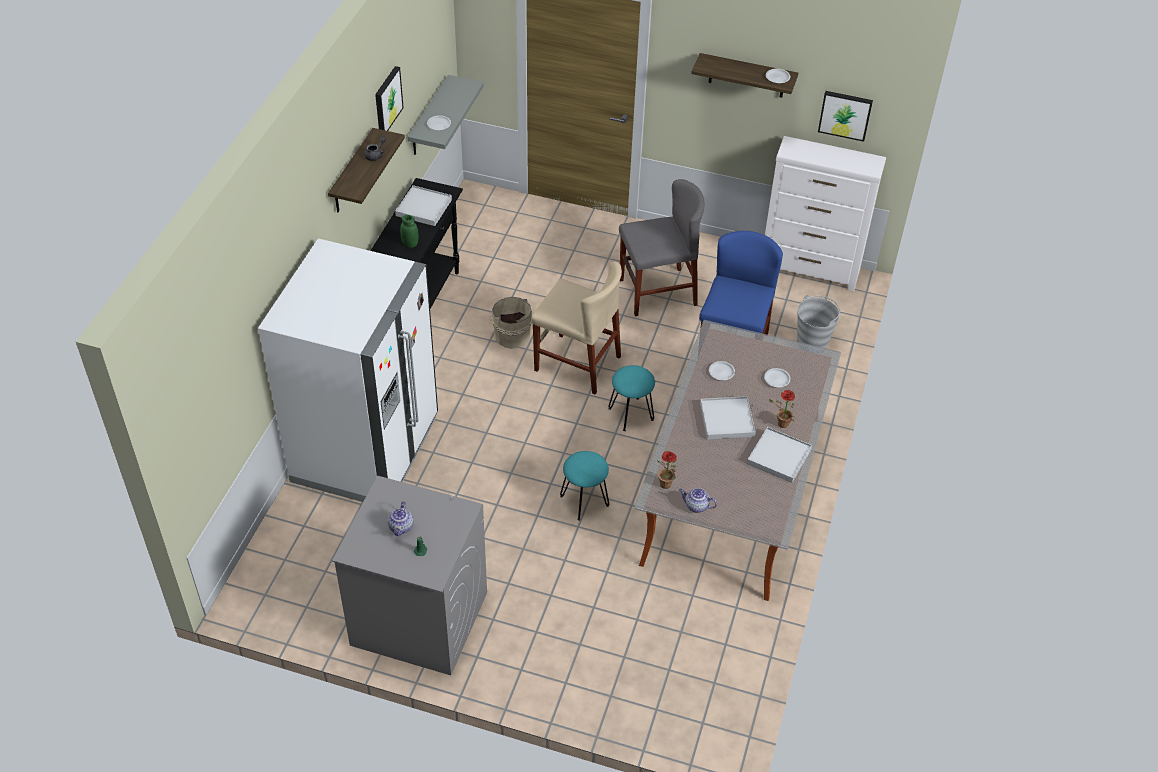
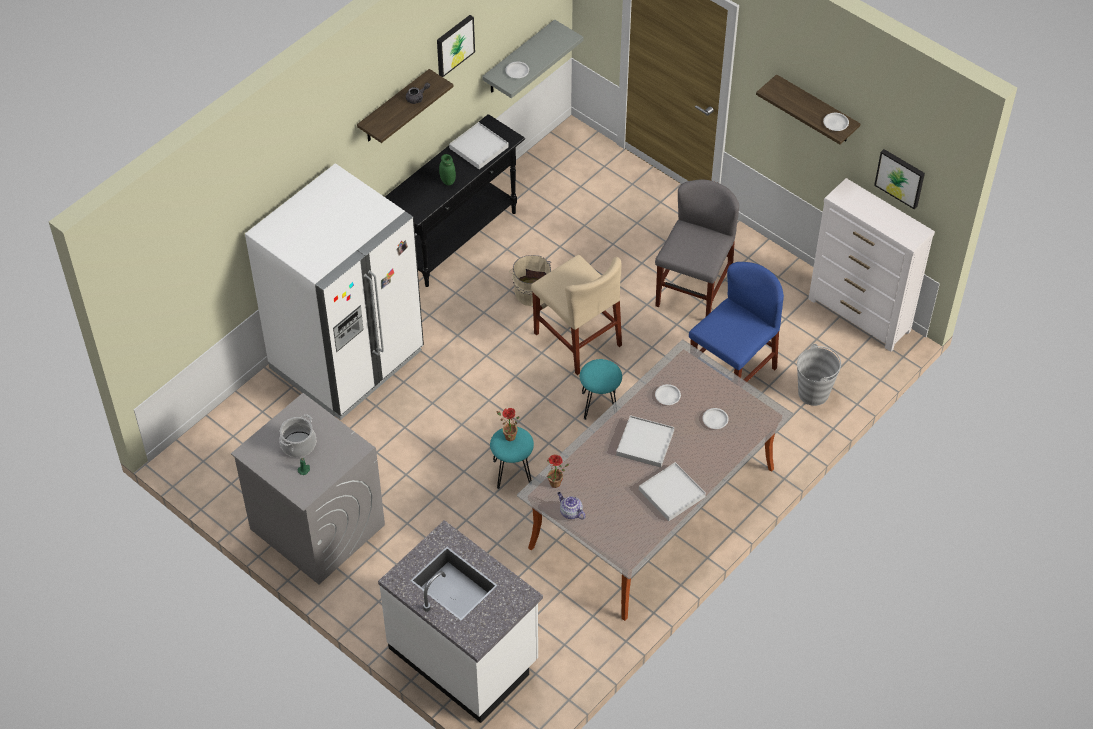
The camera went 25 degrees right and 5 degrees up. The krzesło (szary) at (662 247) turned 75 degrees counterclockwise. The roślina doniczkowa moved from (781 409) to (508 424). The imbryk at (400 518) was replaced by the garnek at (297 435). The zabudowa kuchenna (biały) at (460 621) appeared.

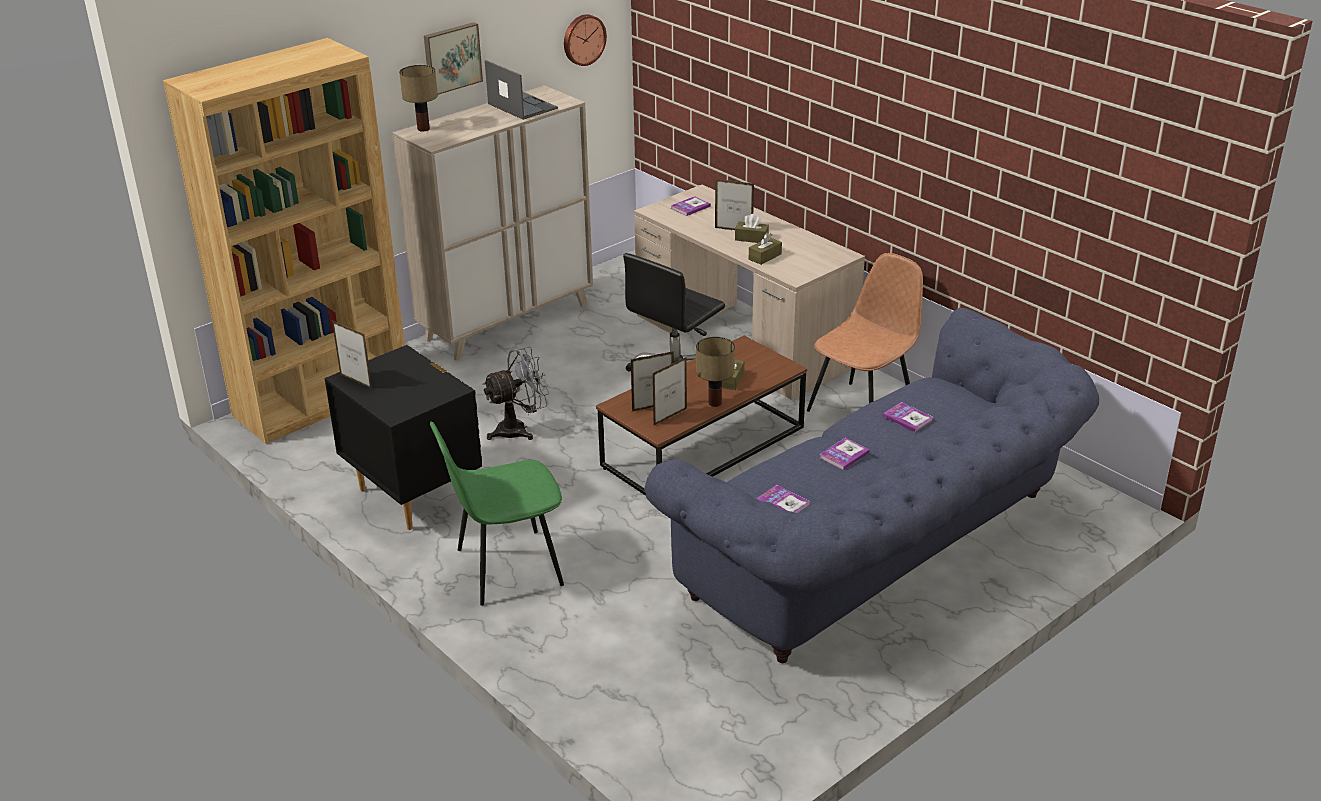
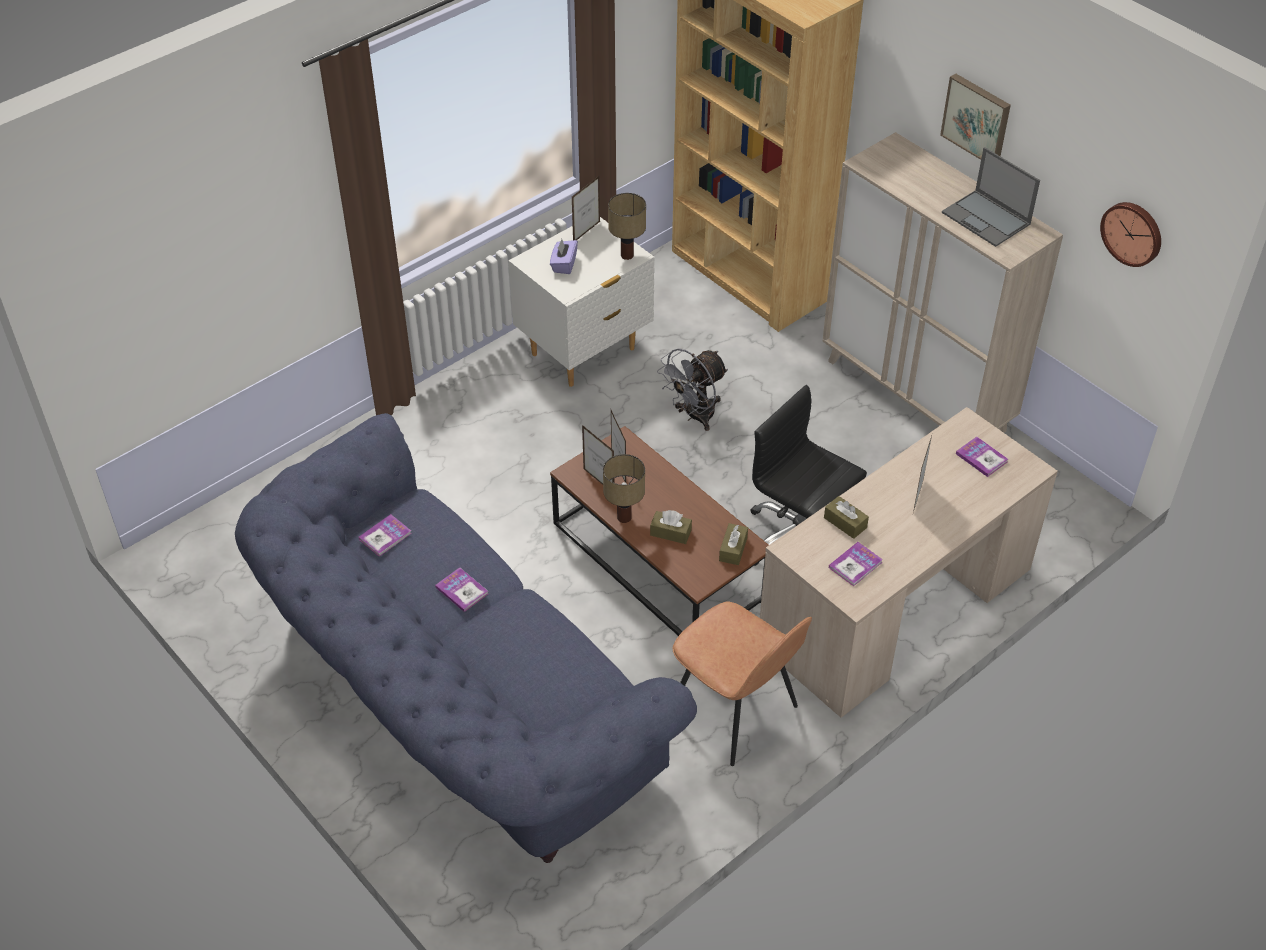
The camera went 90 degrees right and 15 degrees up. The laptop at (521 90) turned 90 degrees clockwise. The lampa stołowa moved from (418 98) to (627 226). The pudełko chusteczek (brązowy) moved from (752 228) to (733 544). The szafka nocna (czarny) at (403 437) became the szafka nocna (biały) at (582 302). The wentylator (szary) at (516 393) turned 75 degrees clockwise. The książka moved from (908 417) to (856 564). The krzesło (zielony) at (497 513) disappeared. The pudełko chusteczek (fioletowy) at (564 256) appeared.

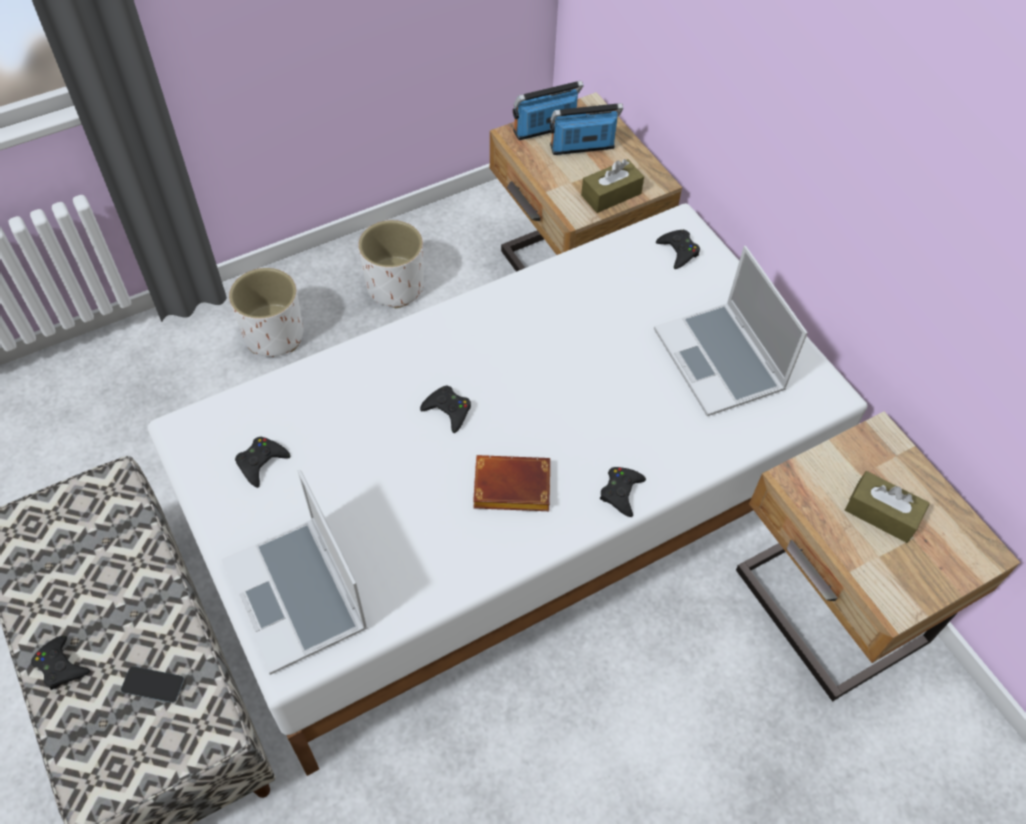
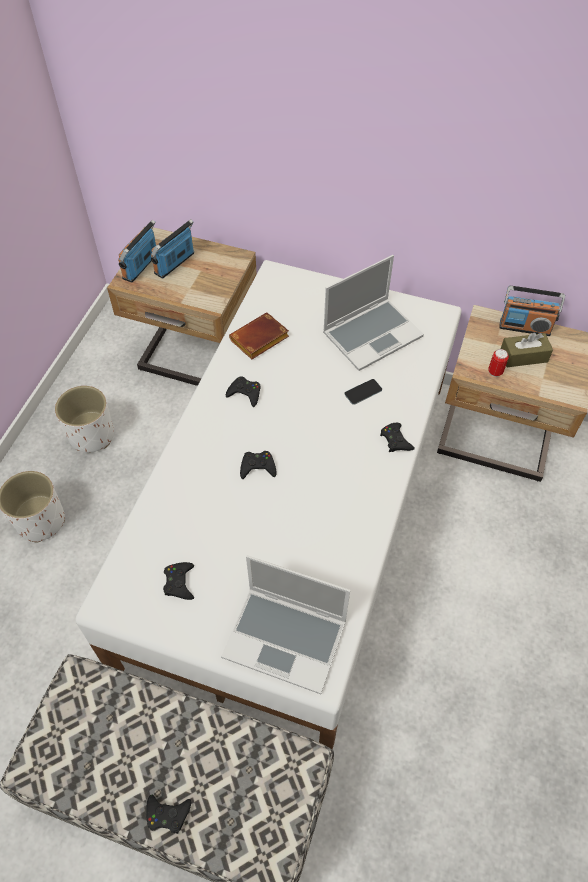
The camera went 40 degrees left and 0 degrees up. The pudełko chusteczek (brązowy) at (612 186) disappeared. The pad do gier (czarny) moved from (678 249) to (243 391). The laptop at (731 331) turned 60 degrees counterclockwise. The książka (brązowy) moved from (511 483) to (259 335). The telefon moved from (152 684) to (363 392). The radio at (532 310) appeared. The puszka at (498 363) appeared.

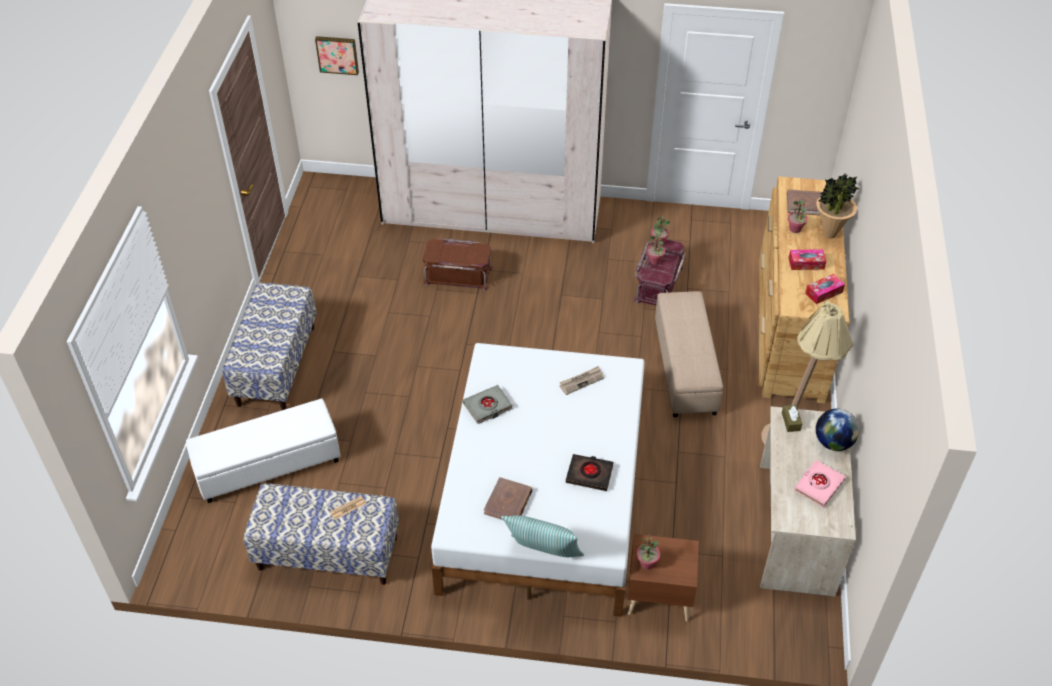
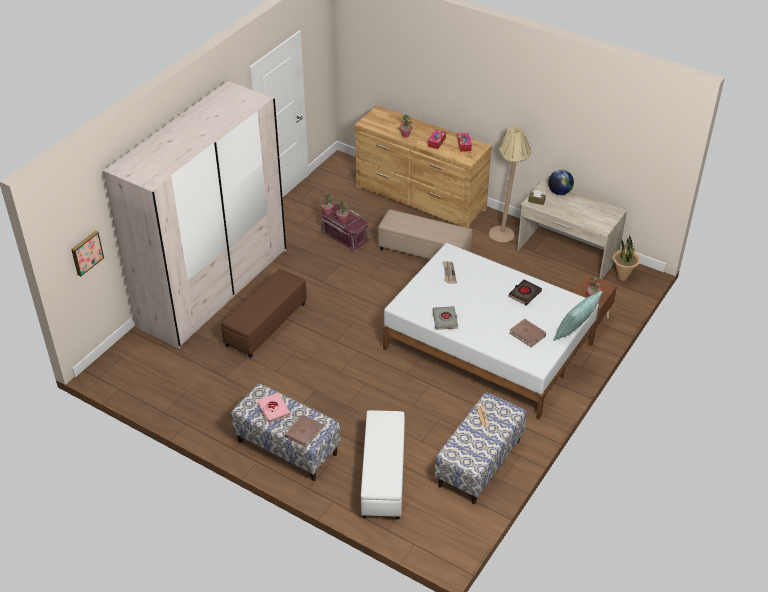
The camera went 65 degrees left and 5 degrees down. The roślina doniczkowa moved from (837 205) to (626 258). The książka (brązowy) moved from (804 202) to (304 431). The pojemnik do przechowywania (brązowy) at (458 265) was replaced by the pufa (brązowy) at (264 313). The książka (różowy) moved from (820 483) to (274 408).

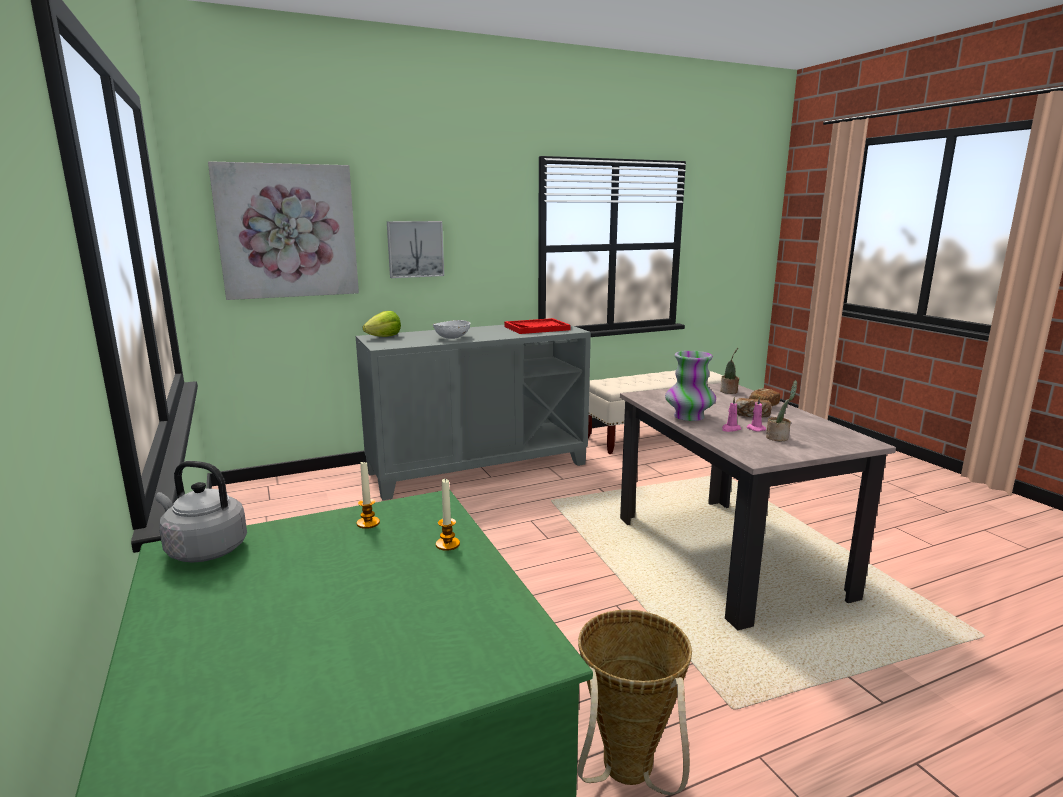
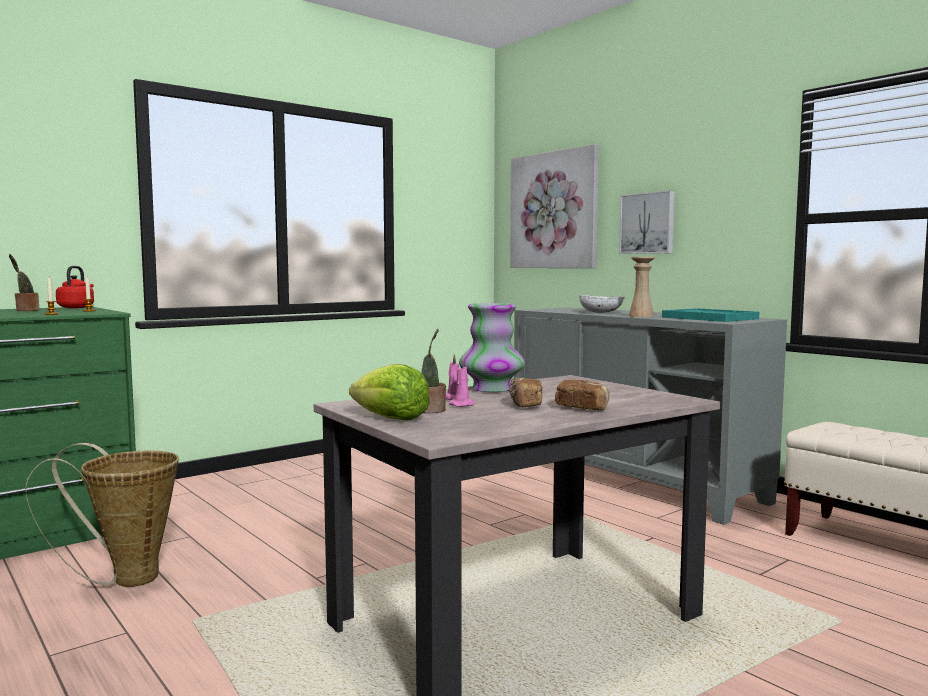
The camera went 75 degrees right and 10 degrees down. The sałata moved from (382 324) to (389 392). The taca (czerwony) at (537 326) became the taca (turkusowy) at (710 315). The roślina doniczkowa moved from (729 371) to (24 282). The czajnik (szary) at (201 512) became the czajnik (czerwony) at (75 287). The wazon (beżowy) at (642 287) appeared.

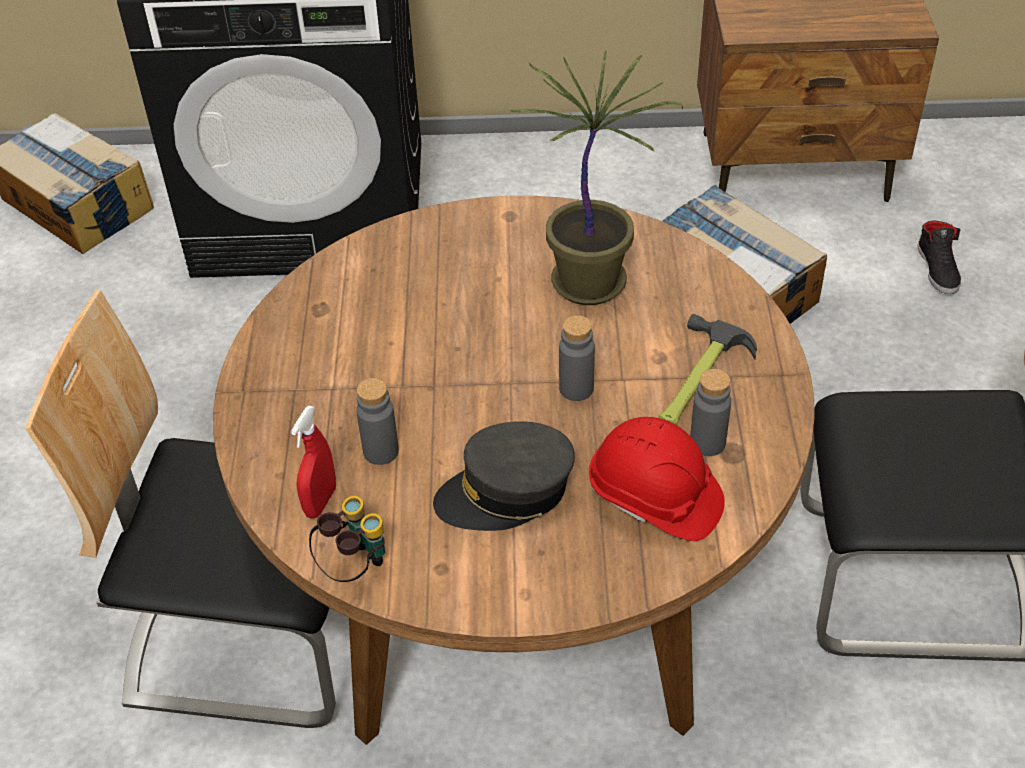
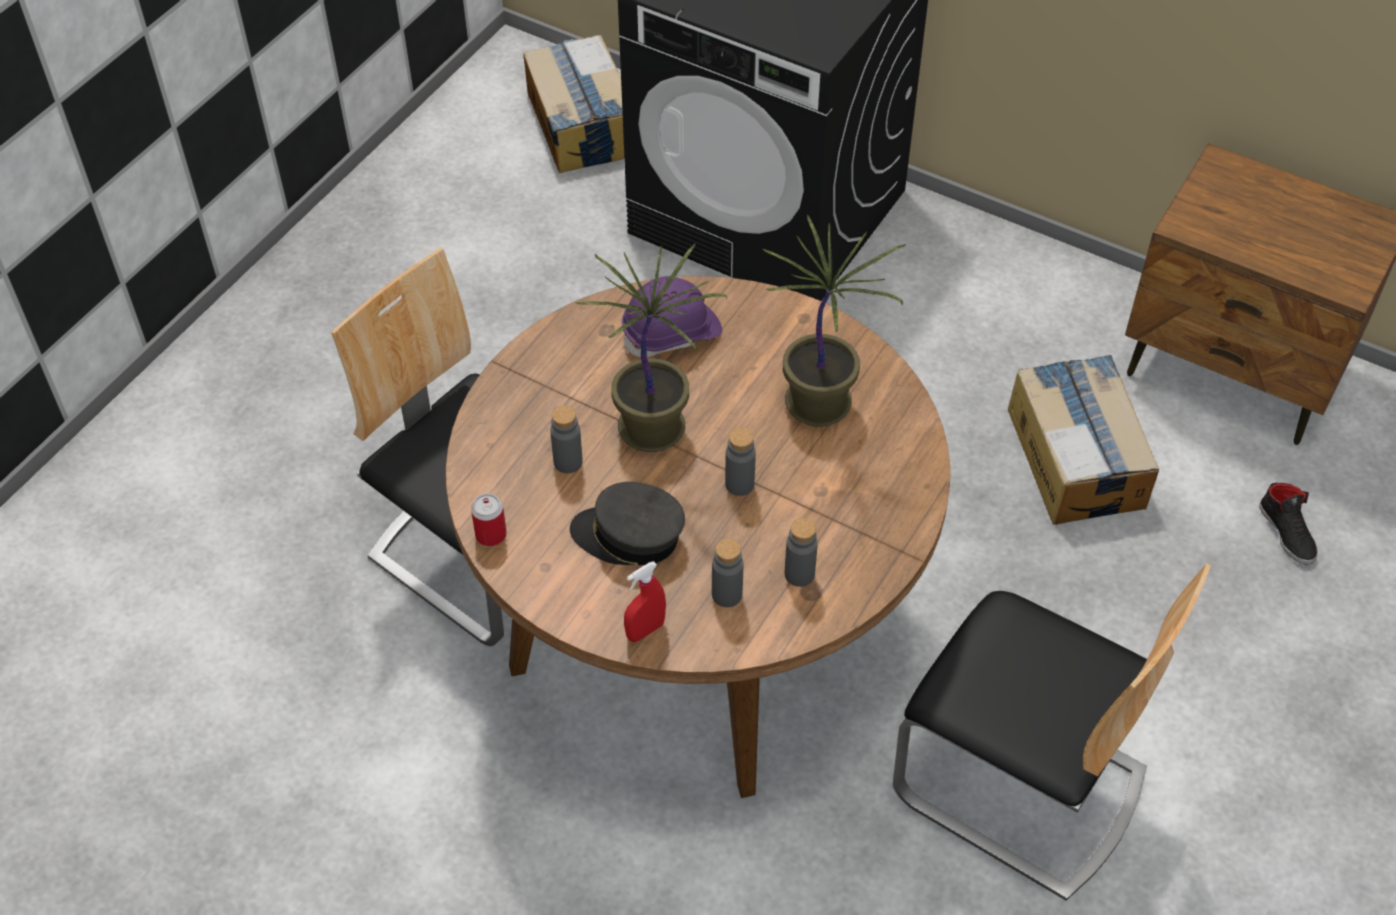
The camera went 30 degrees right and 5 degrees up. The but (czarny) at (939 257) turned 45 degrees counterclockwise. The młotek at (708 369) disappeared. The spryskiwacz (czerwony) moved from (313 462) to (645 601). The kask (czerwony) at (657 479) was replaced by the butelka (szary) at (727 573). The lornetka at (347 539) was replaced by the puszka at (489 519). The roślina doniczkowa at (651 347) appeared. The kask (fioletowy) at (672 316) appeared.

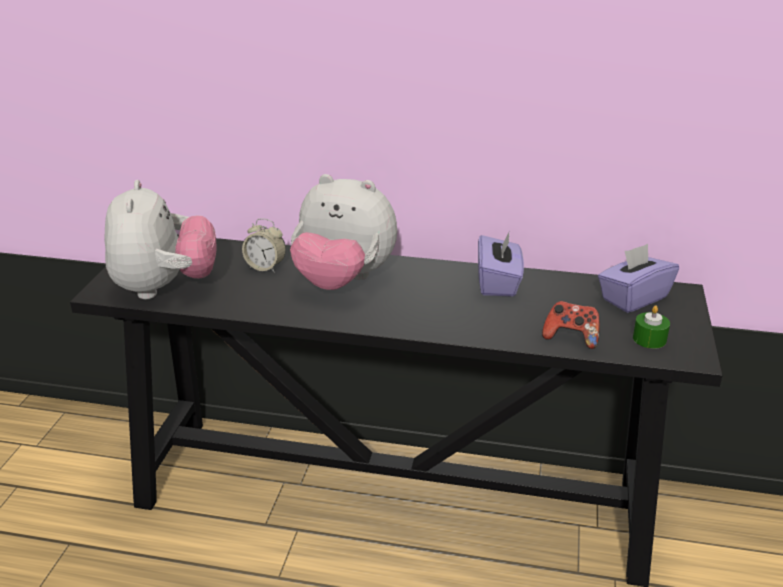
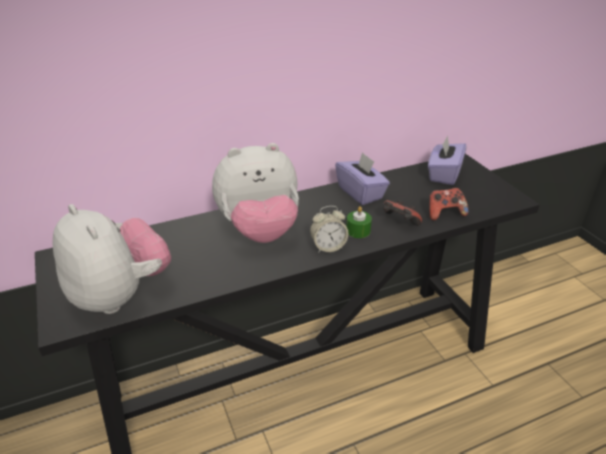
The camera went 35 degrees left and 5 degrees up. The budzik moved from (264 245) to (329 229). The świeca (zielony) moved from (651 327) to (359 222). The pad do gier at (402 213) appeared.

